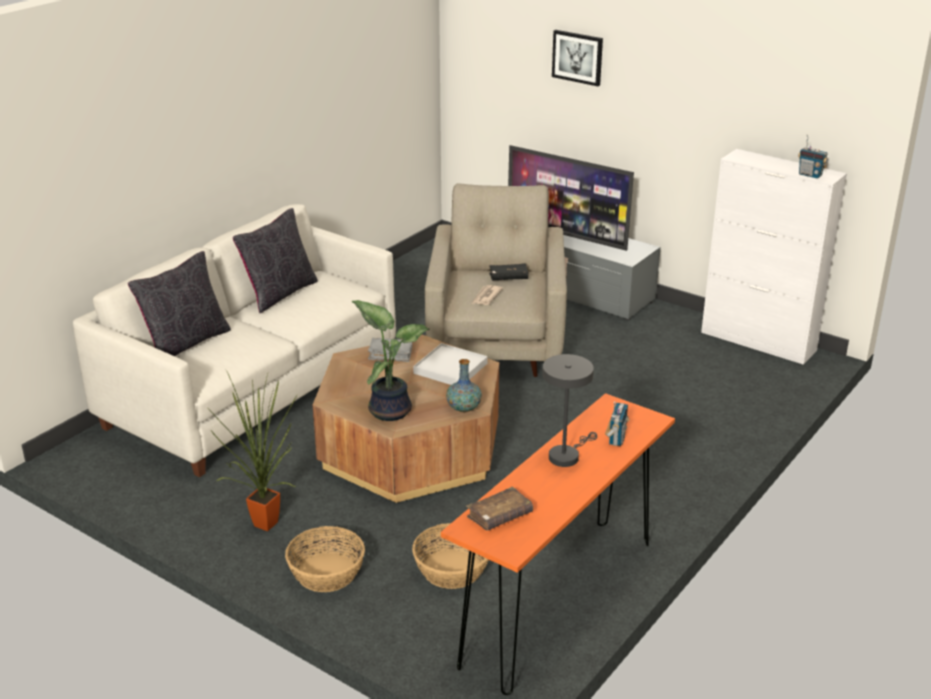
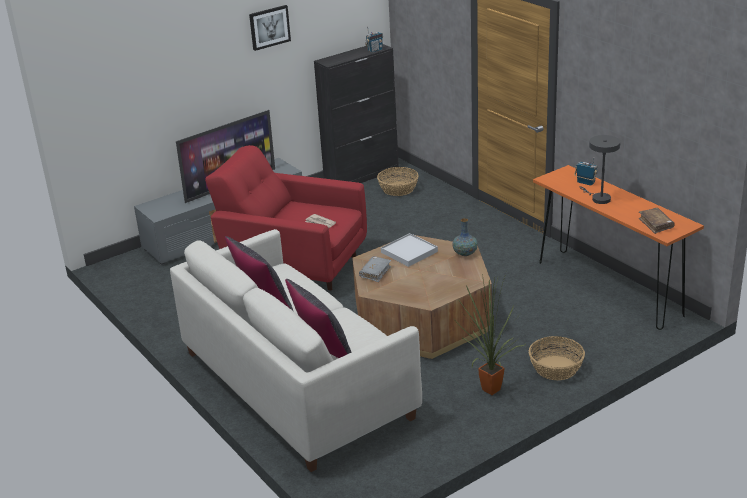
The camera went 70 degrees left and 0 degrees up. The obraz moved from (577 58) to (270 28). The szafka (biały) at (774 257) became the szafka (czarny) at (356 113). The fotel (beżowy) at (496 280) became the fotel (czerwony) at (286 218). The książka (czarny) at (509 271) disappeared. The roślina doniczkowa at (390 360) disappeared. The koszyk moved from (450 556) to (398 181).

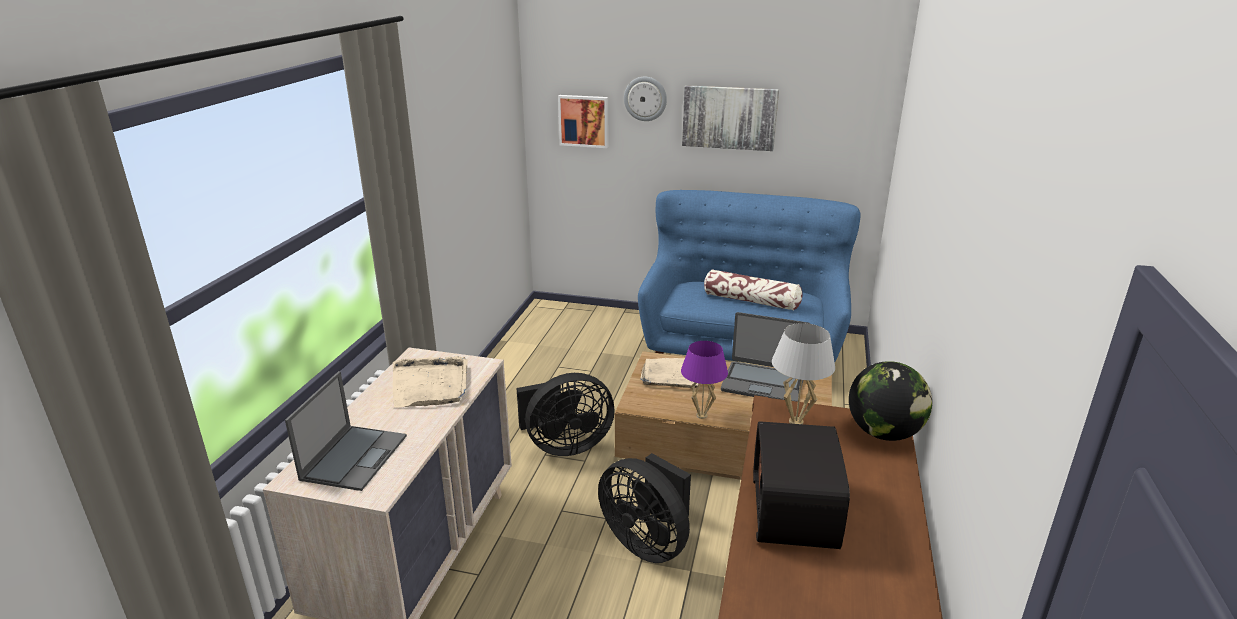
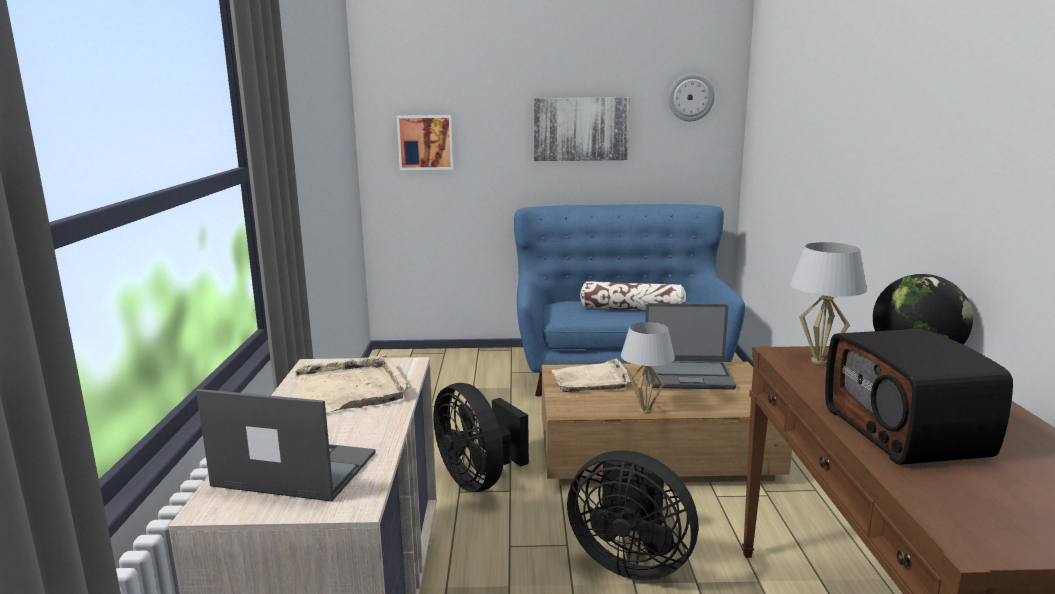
The camera went 15 degrees left and 10 degrees down. The zegar ścienny moved from (645 99) to (691 97). The lampa stołowa (fioletowy) at (704 380) became the lampa stołowa (biały) at (648 368). The laptop at (346 431) turned 75 degrees counterclockwise. The wentylator (czarny) at (566 414) turned 90 degrees clockwise.

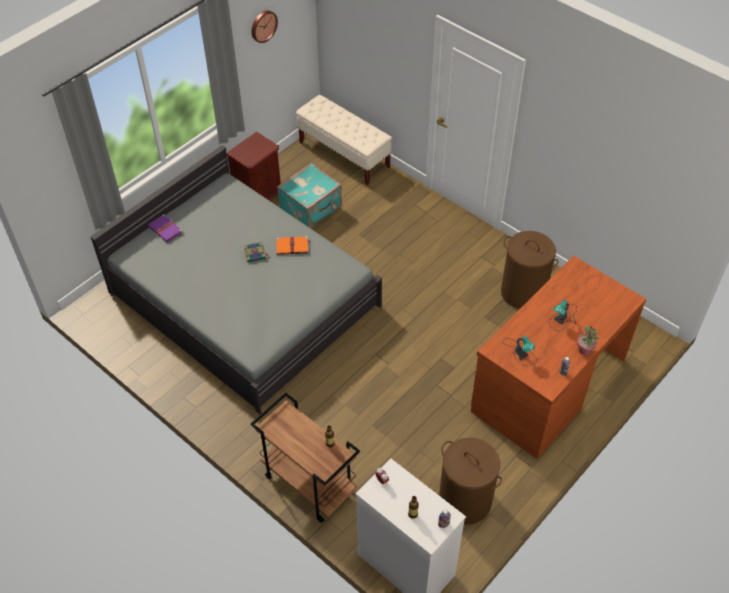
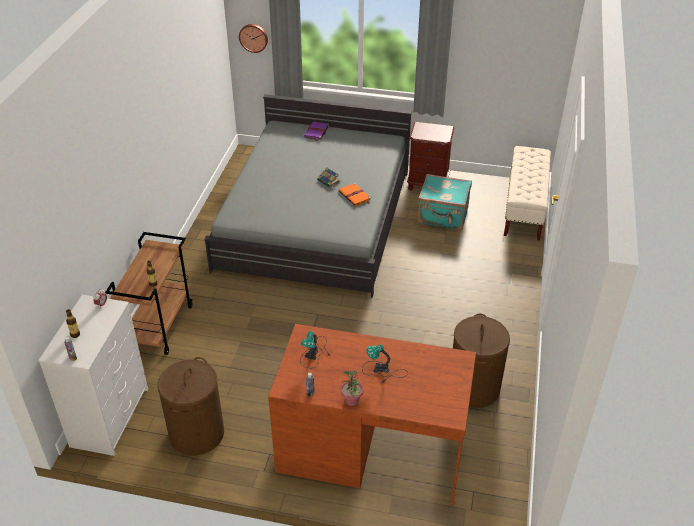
The camera went 60 degrees right and 10 degrees down. The zegar ścienny moved from (265 26) to (253 38).

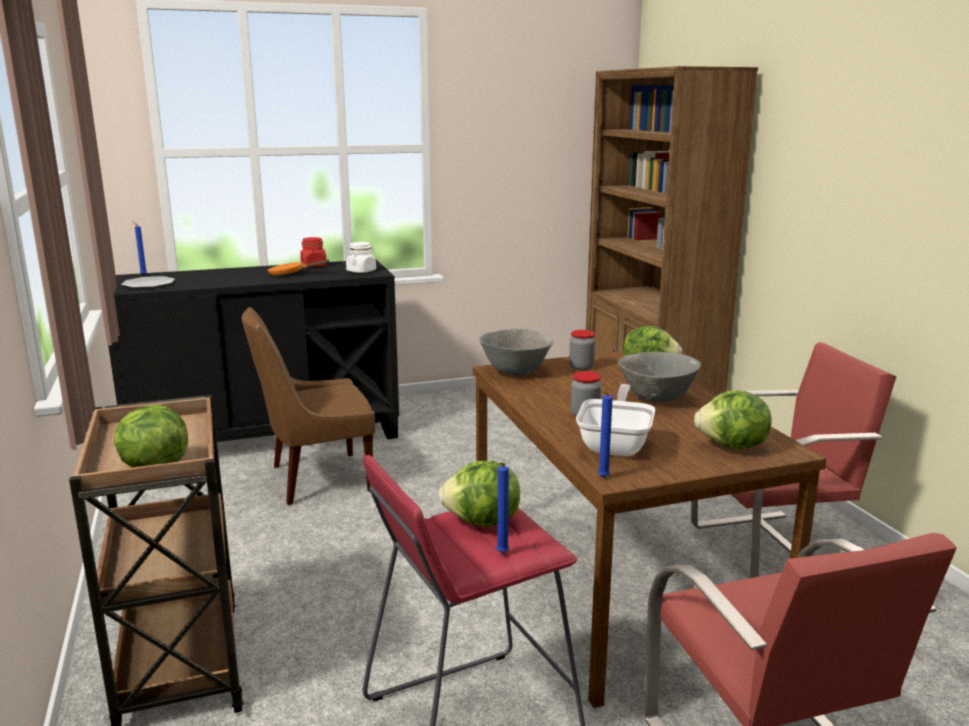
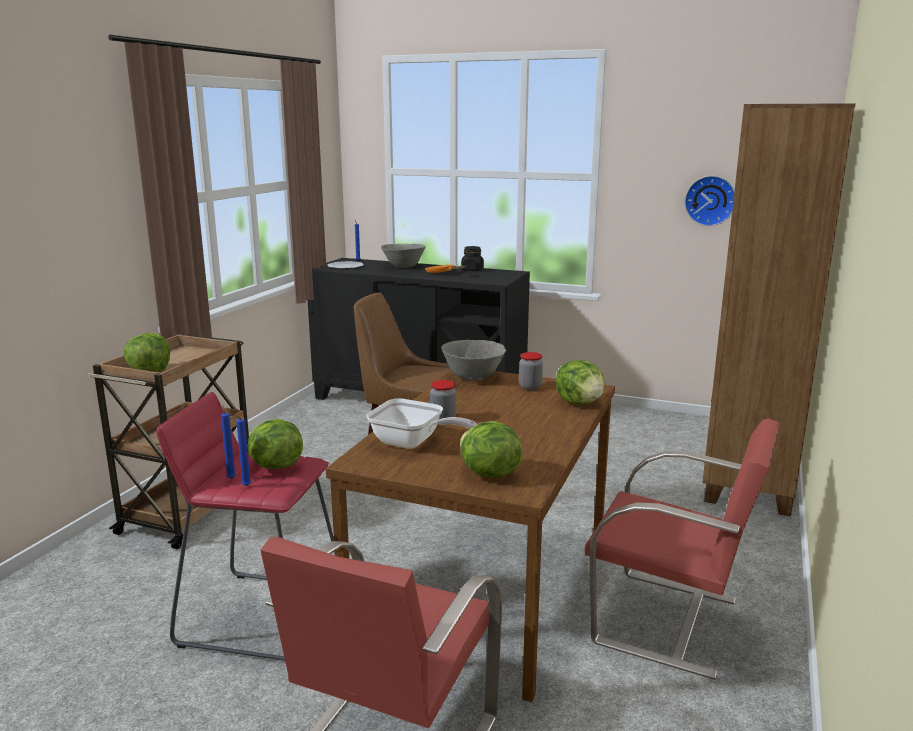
The camera went 40 degrees right and 0 degrees up. The słoik (czerwony) at (313 252) became the słoik (czarny) at (472 258). The słoik (biały) at (361 257) disappeared. The miska (szary) moved from (659 377) to (403 256). The patelnia at (615 420) turned 60 degrees clockwise. The świeca (niebieski) moved from (605 432) to (228 441). The zegar ścienny at (709 201) appeared.

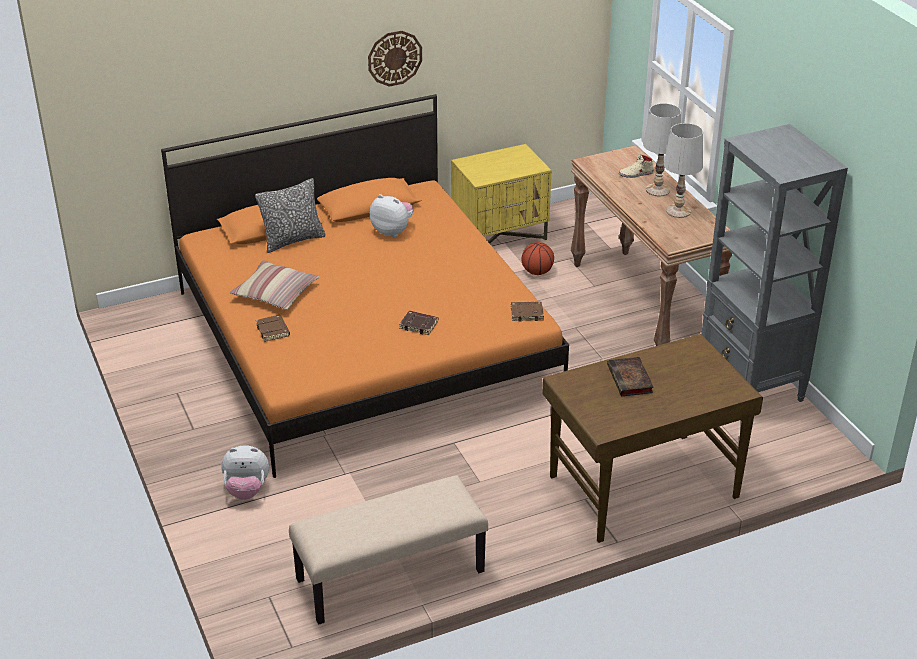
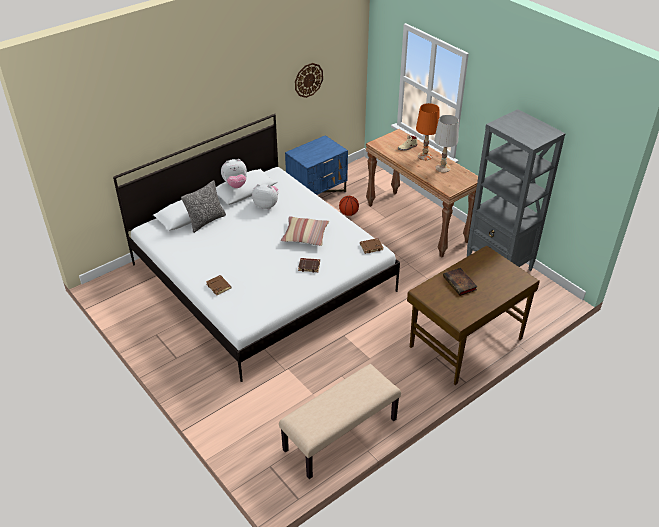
The camera went 15 degrees left and 5 degrees up. The zegar ścienny moved from (395 59) to (309 80). The łóżko (pomarańczowy) at (365 286) became the łóżko (biały) at (256 248). The lampa stołowa (biały) at (662 149) became the lampa stołowa (pomarańczowy) at (427 131). The szafka nocna (żółty) at (501 193) became the szafka nocna (niebieski) at (316 165). The poduszka moved from (275 285) to (305 231). The pluszak moved from (245 472) to (234 173).

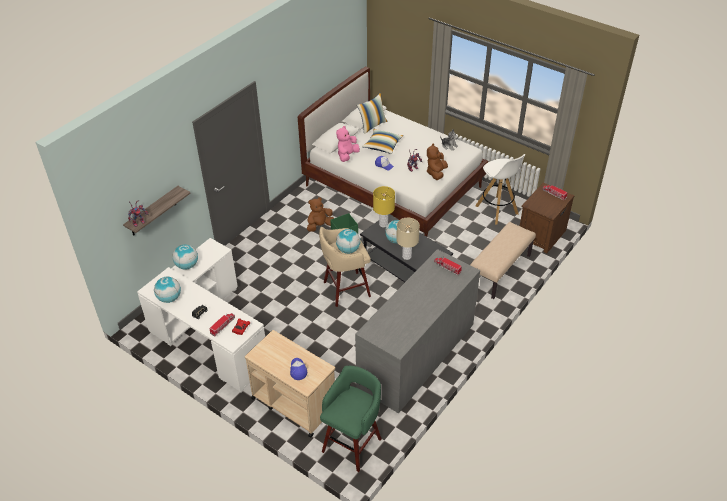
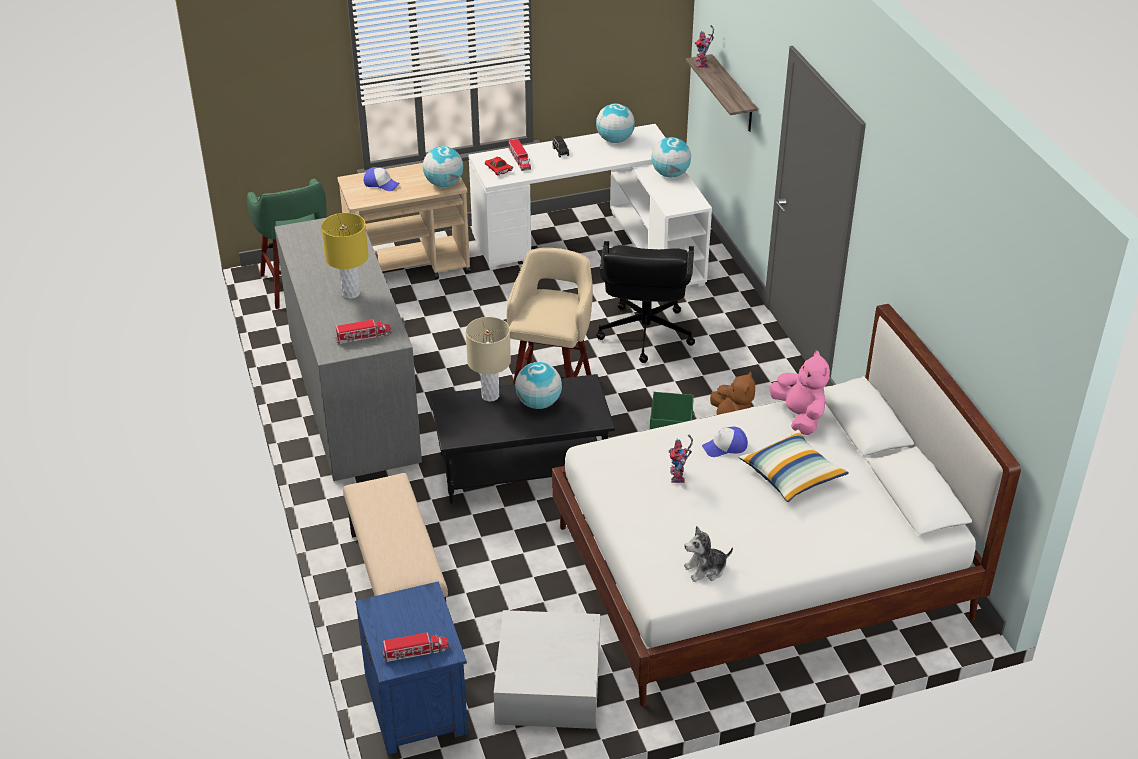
The camera went 125 degrees right and 5 degrees down. The poduszka at (372 113) disappeared. The pluszak (brązowy) at (437 161) disappeared. The stołek (biały) at (500 189) was replaced by the pojemnik do przechowywania (biały) at (547 669). The szafka nocna (brązowy) at (547 218) became the szafka nocna (niebieski) at (411 668). The lampa stołowa (żółty) moved from (384 206) to (345 256). The globus moved from (348 241) to (443 166). The krzesło biurowe (czarny) at (645 302) appeared.

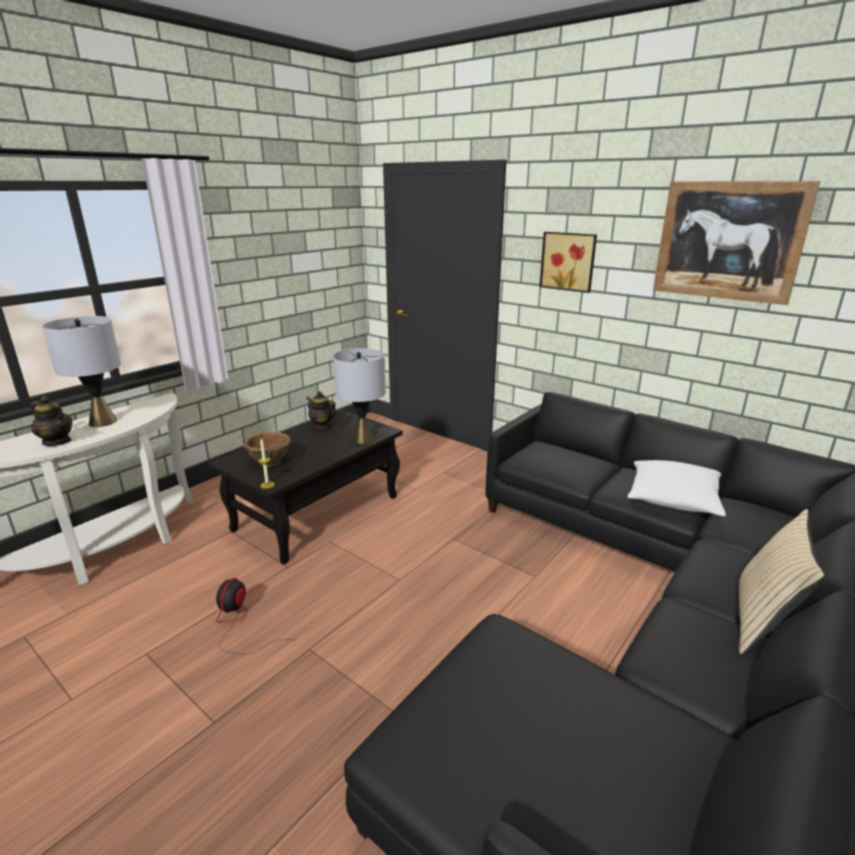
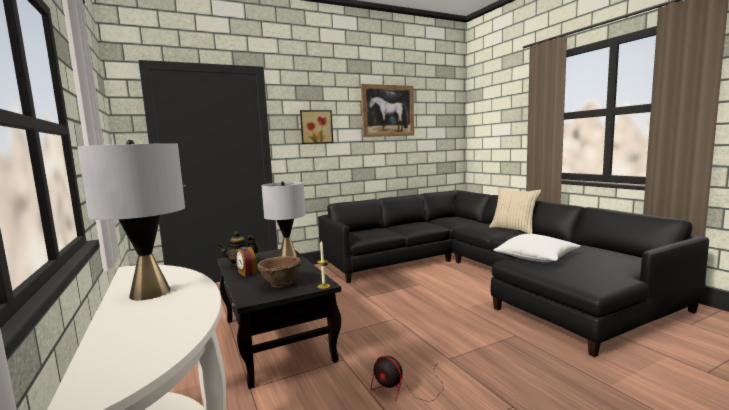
The camera went 65 degrees left and 15 degrees down. The imbryk at (52 421) disappeared. The poduszka (biały) moved from (676 488) to (537 248). The budzik at (246 262) appeared.

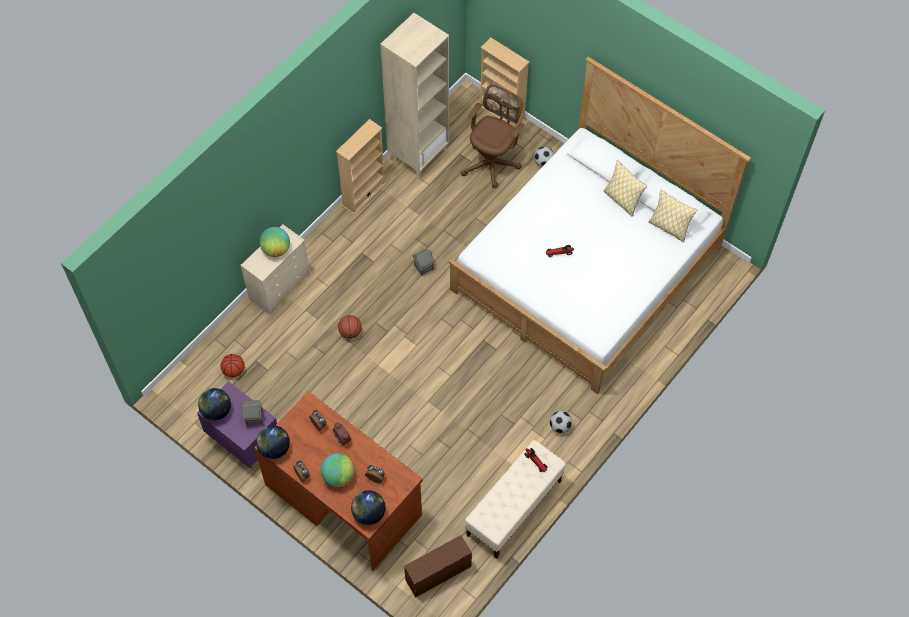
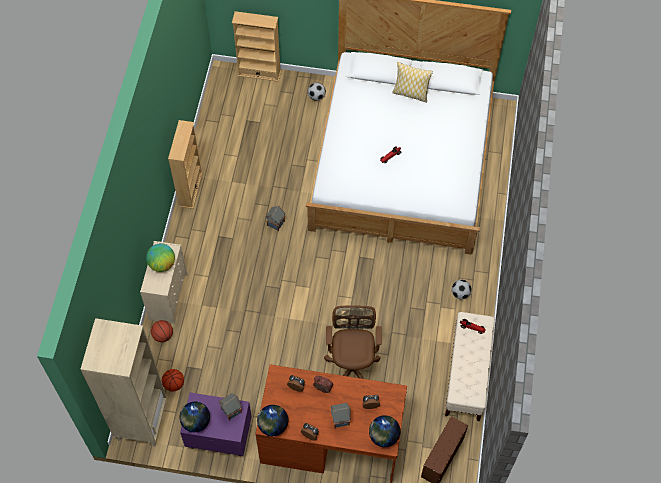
The camera went 30 degrees left and 0 degrees up. The regał (beżowy) moved from (414 96) to (124 382). The krzesło biurowe (brązowy) moved from (493 136) to (353 342). The poduszka at (673 215) disappeared. The piłka do koszykówki moved from (350 327) to (162 331). The globus at (337 470) was replaced by the domek at (340 415).

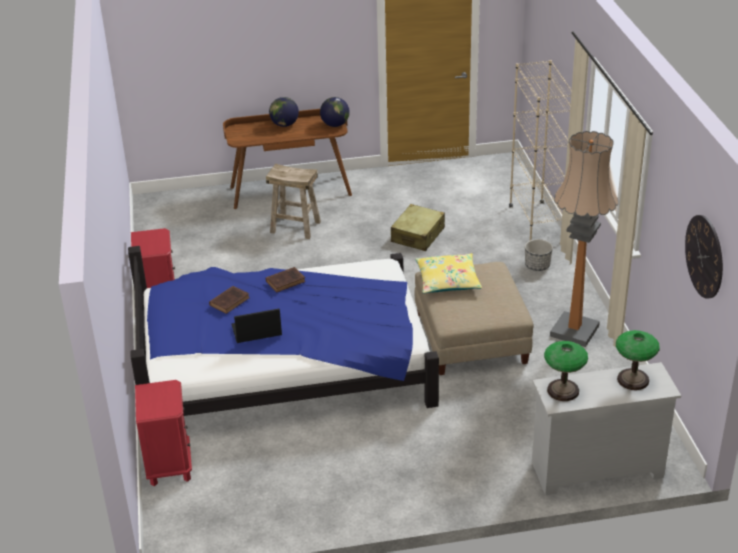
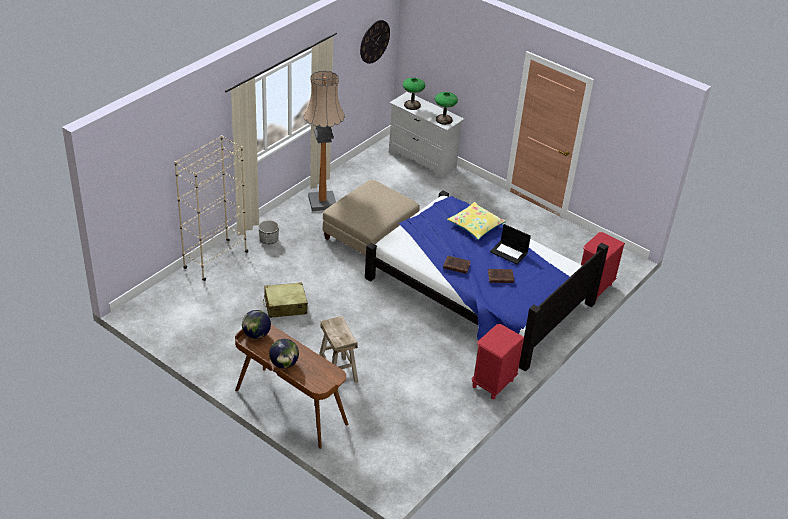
The camera went 135 degrees left and 5 degrees up. The poduszka (żółty) moved from (448 274) to (476 221).

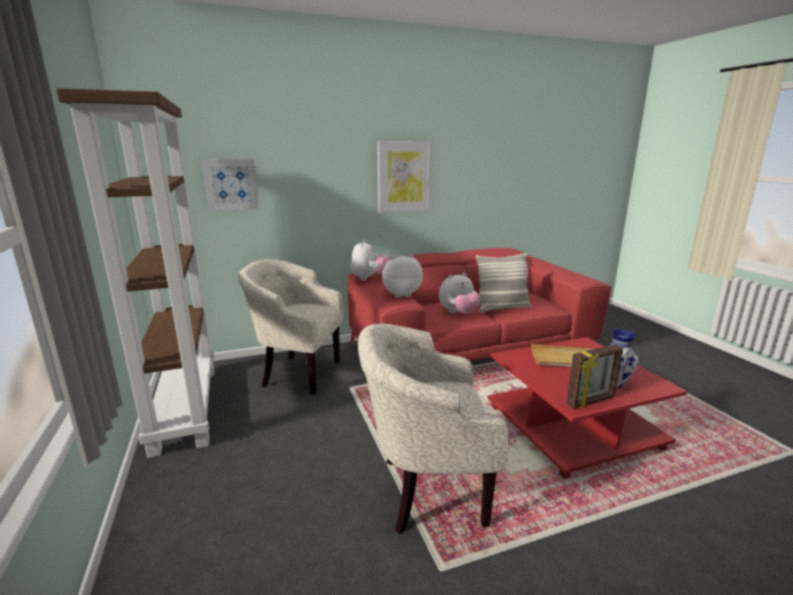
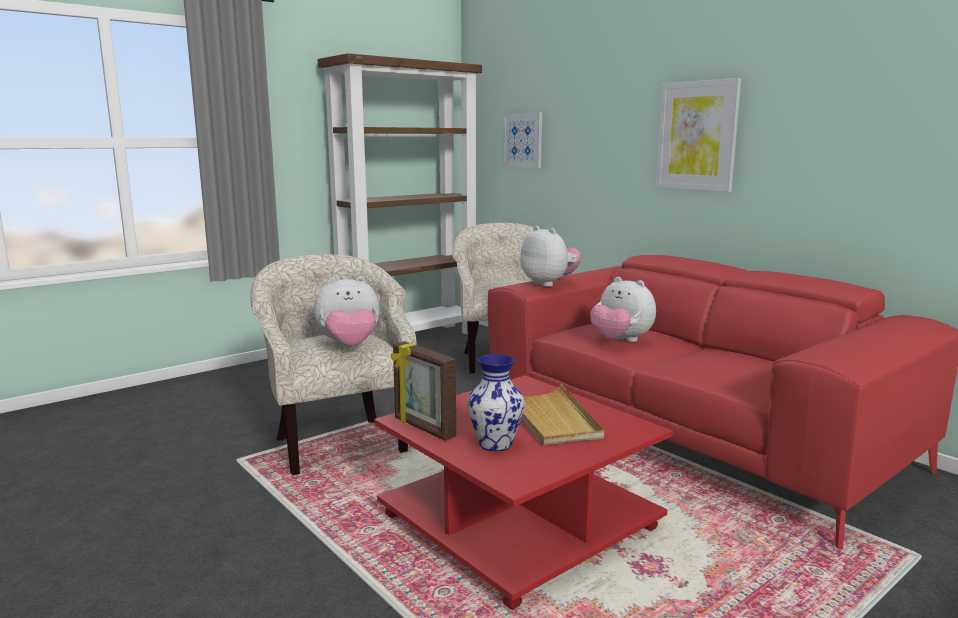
The camera went 70 degrees right and 5 degrees down. The pluszak moved from (370 260) to (347 311). The poduszka at (503 283) disappeared.

